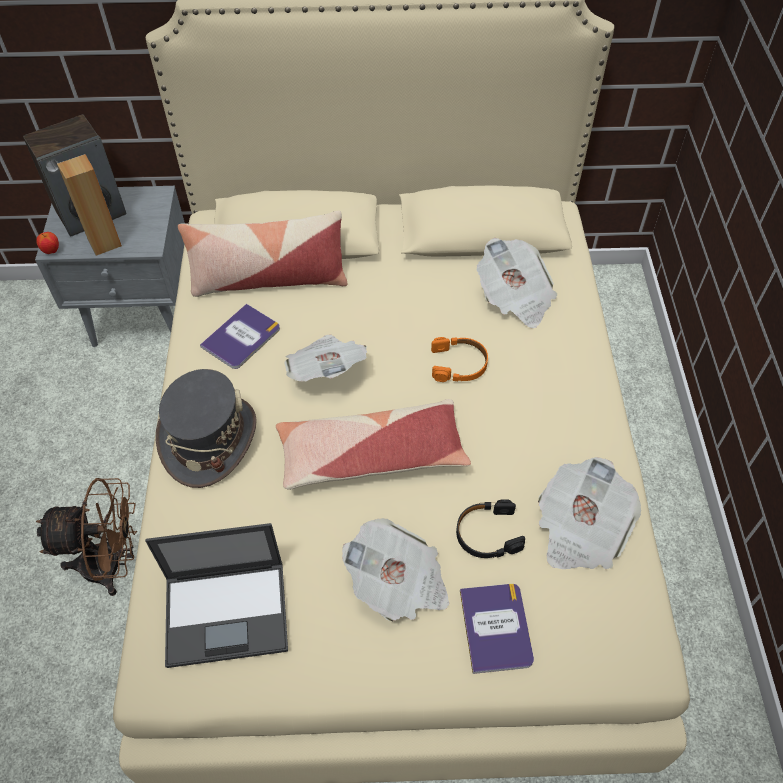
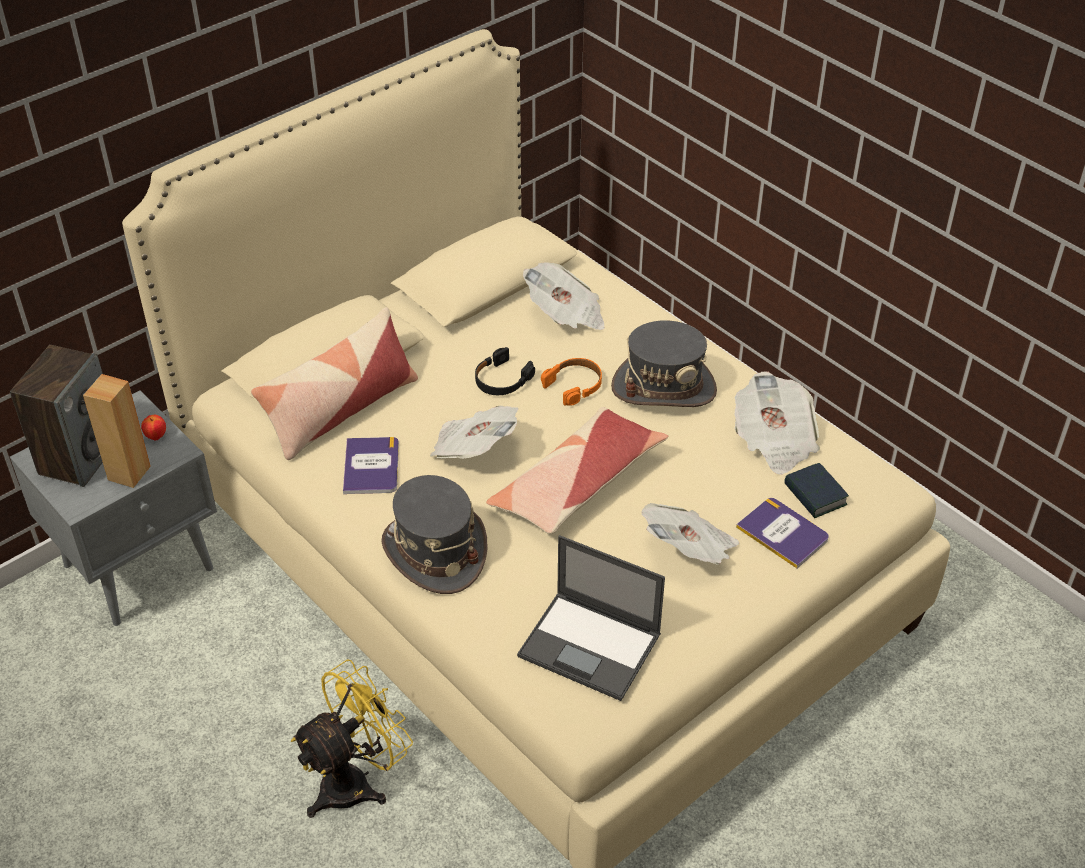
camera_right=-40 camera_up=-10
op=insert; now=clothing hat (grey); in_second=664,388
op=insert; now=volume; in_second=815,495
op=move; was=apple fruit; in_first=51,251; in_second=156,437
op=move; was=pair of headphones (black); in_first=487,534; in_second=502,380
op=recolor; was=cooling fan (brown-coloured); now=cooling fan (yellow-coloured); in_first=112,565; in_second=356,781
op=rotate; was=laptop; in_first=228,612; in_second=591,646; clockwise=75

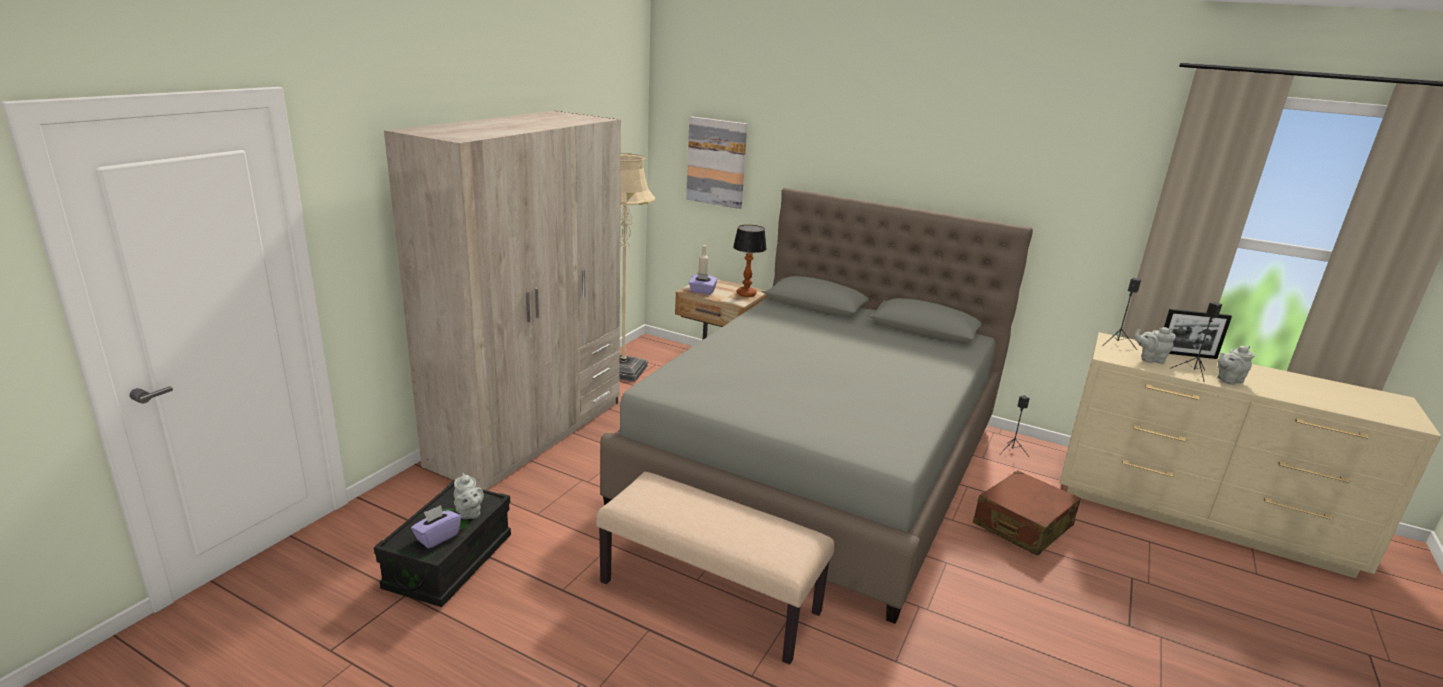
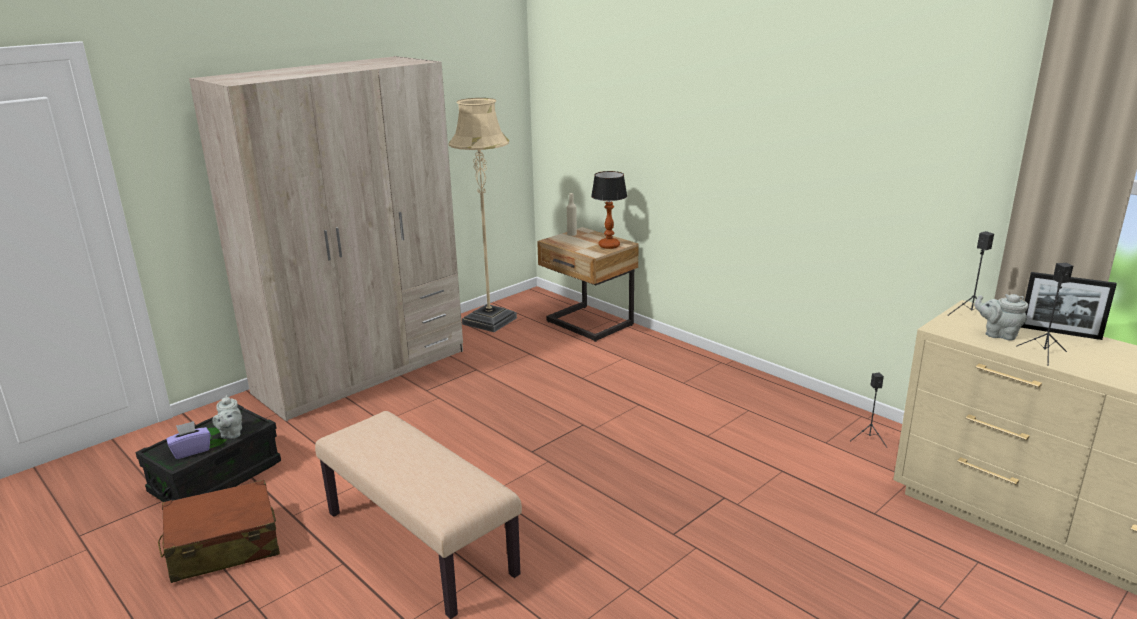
camera_right=20 camera_up=0
op=delete; was=bedroom bed (grey); in_first=818,464
op=delete; was=wall picture; in_first=716,162
op=delete; was=box of tissues (purple-coloured); in_first=702,291
op=delete; was=teapot (grey); in_first=1228,380
op=move; was=suitcase (brown-coloured); in_first=1022,525; in_second=223,546

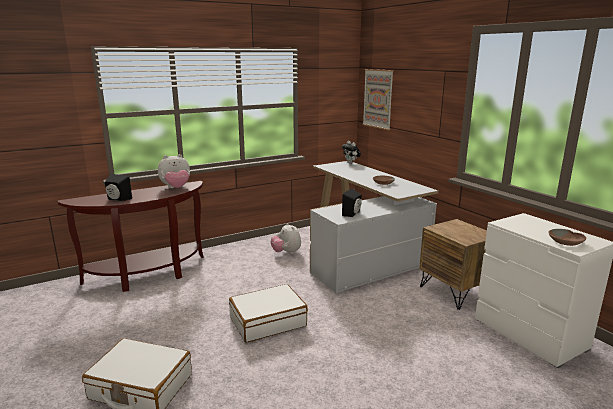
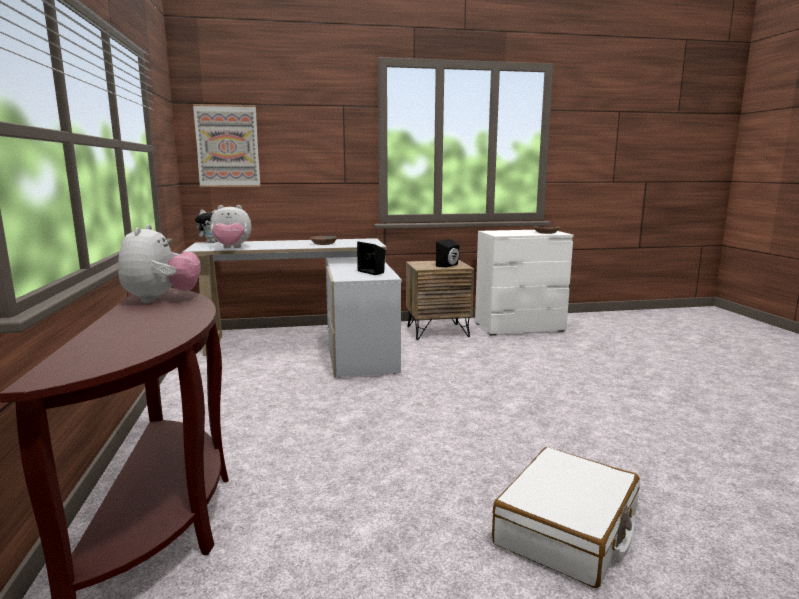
camera_right=-70 camera_up=-5
op=delete; was=suitcase (white-coloured); in_first=267,321
op=move; was=loudspeaker (black); in_first=117,199; in_second=449,265
op=move; was=cuddly toy; in_first=286,252; in_second=231,248

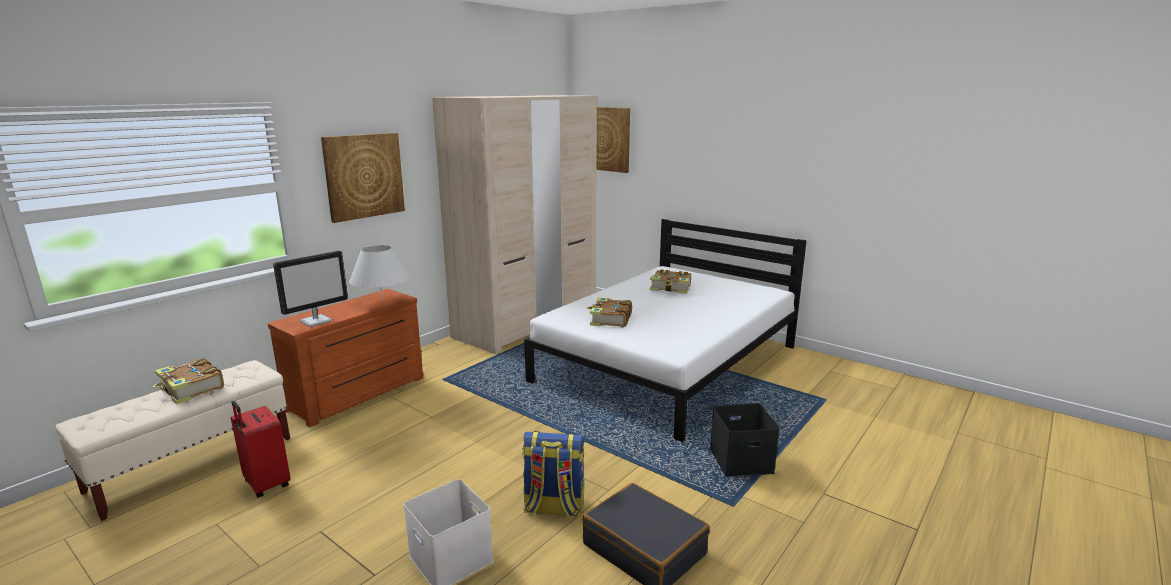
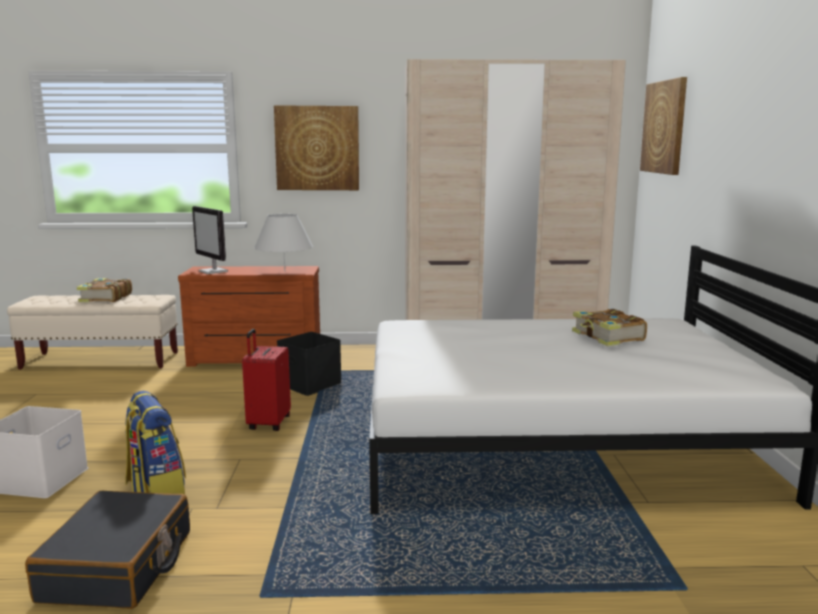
camera_right=50 camera_up=-5
op=delete; was=volume; in_first=610,320
op=move; was=suitcase (reddish); in_first=265,485; in_second=268,423
op=move; was=storage container (black); in_first=741,460; in_second=311,384
op=rotate; was=monitor; in_first=316,321; in_second=214,271; clockwise=45

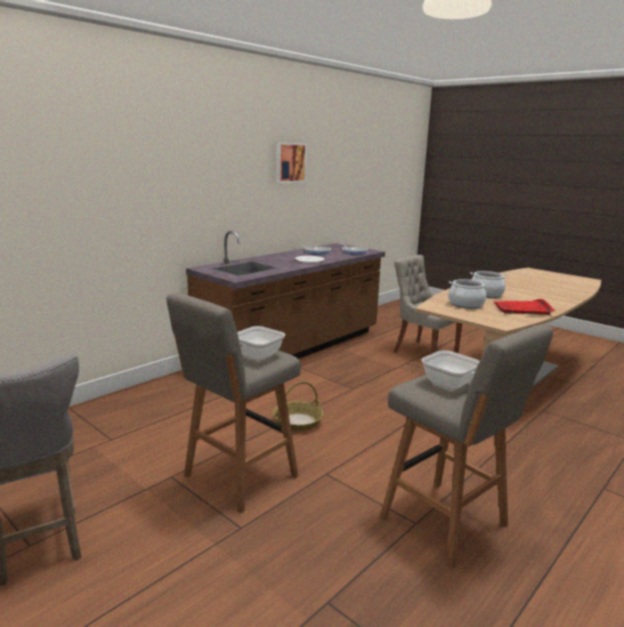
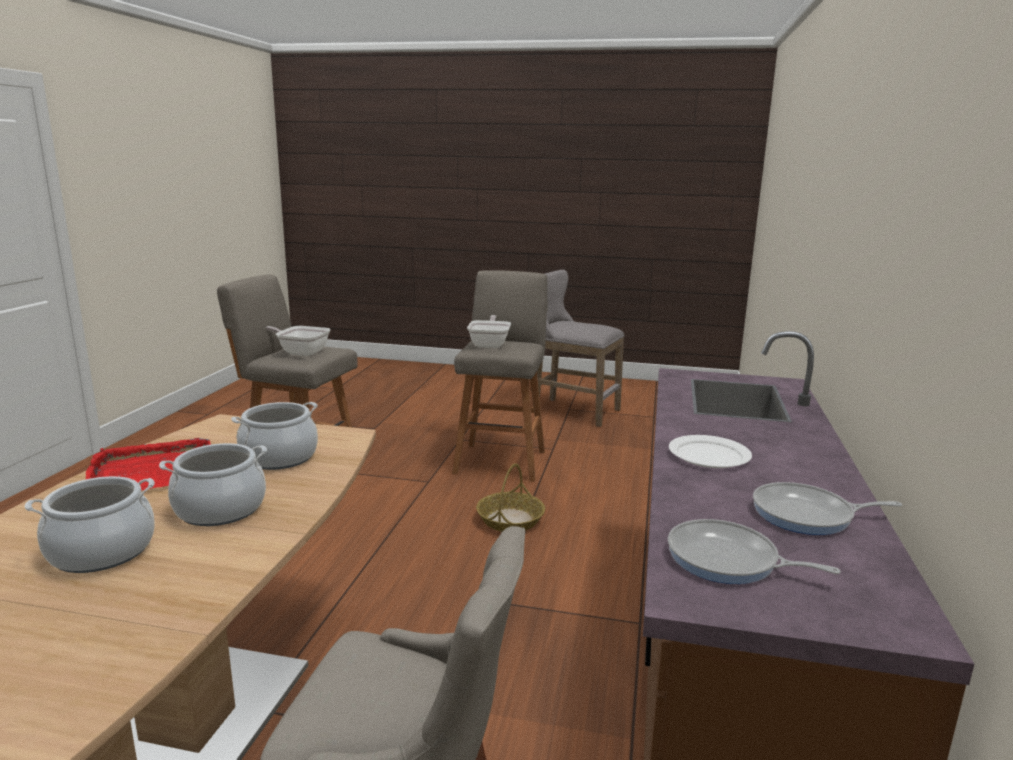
camera_right=150 camera_up=0
op=delete; was=wall picture; in_first=289,162
op=insert; now=stockpot; in_second=102,551

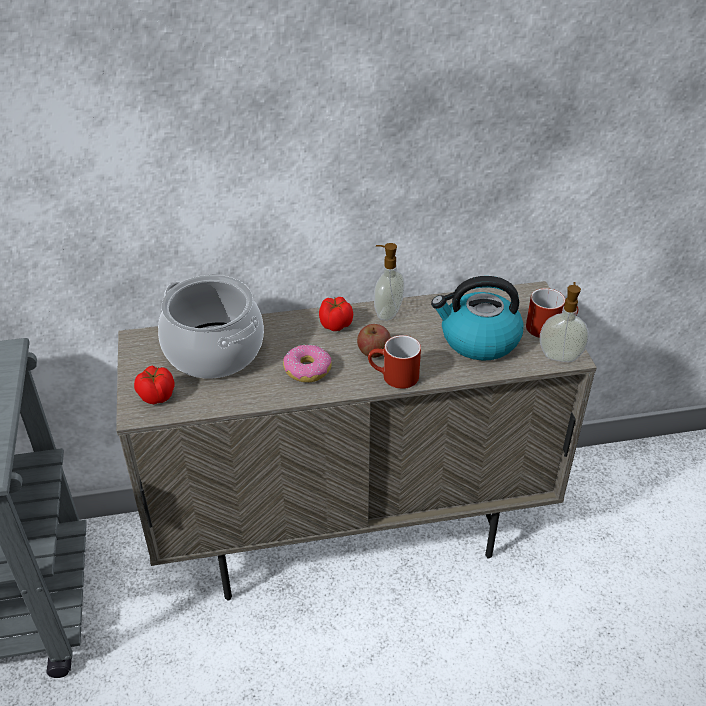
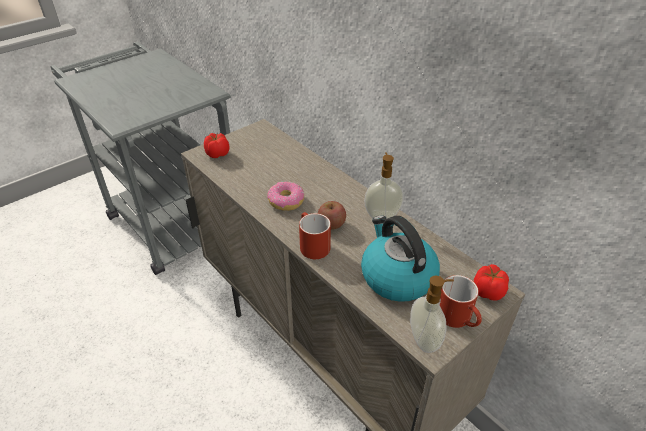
camera_right=60 camera_up=0
op=delete; was=stockpot; in_first=213,351
op=move; was=fresh tomato; in_first=335,324; in_second=488,291

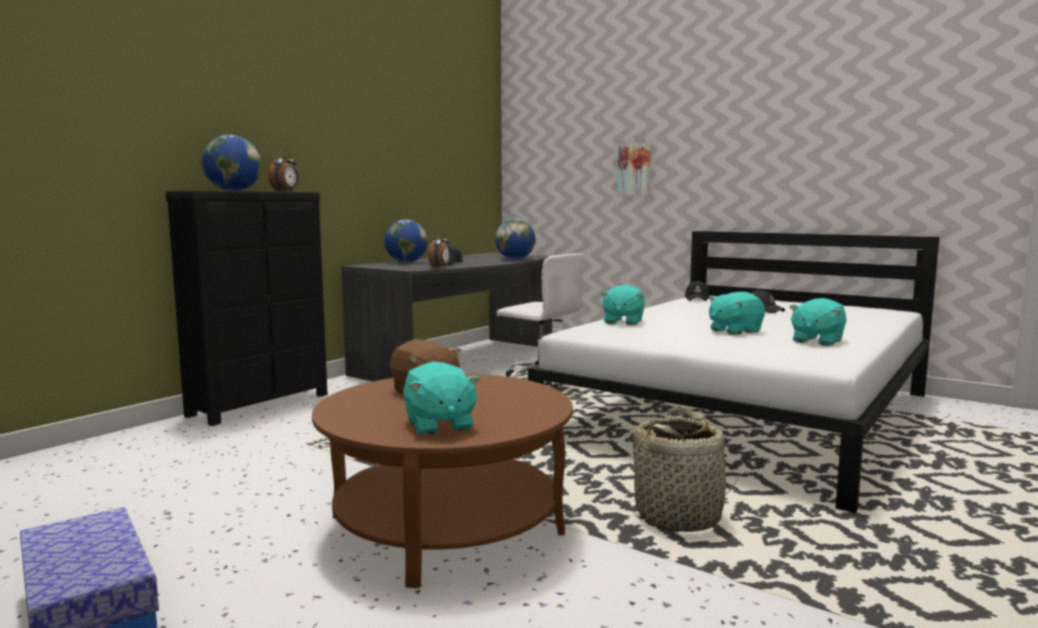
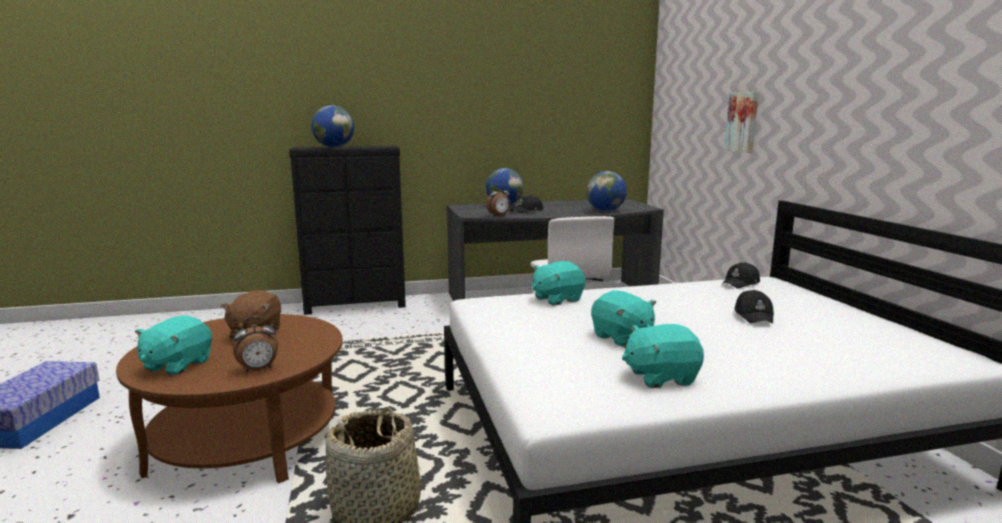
camera_right=40 camera_up=5
op=move; was=alarm clock; in_first=285,191; in_second=258,370
op=rotate; was=cuddly toy (blue-green); in_first=734,331; in_second=621,337; clockwise=-135

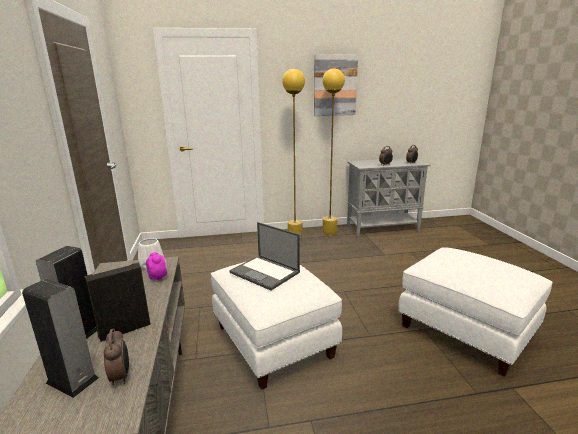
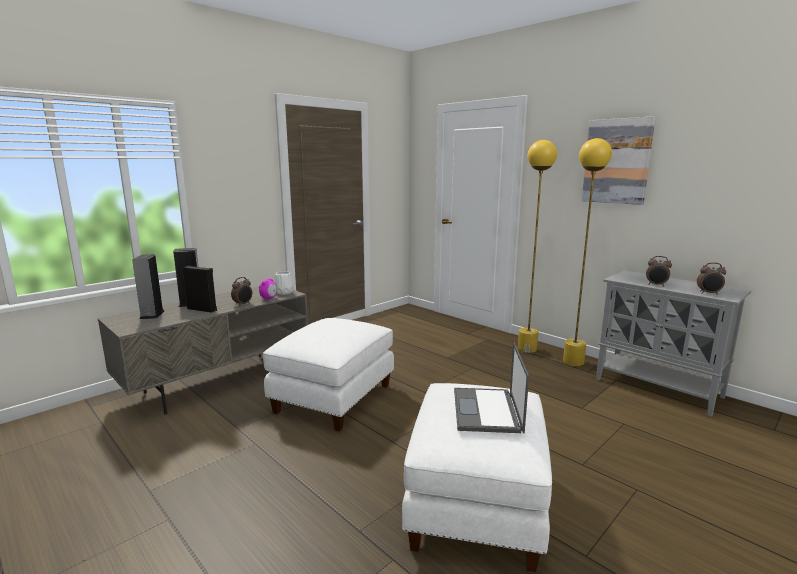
camera_right=55 camera_up=-5
op=move; was=alarm clock; in_first=121,376; in_second=243,304
op=move; was=laptop; in_first=265,272; in_second=487,411

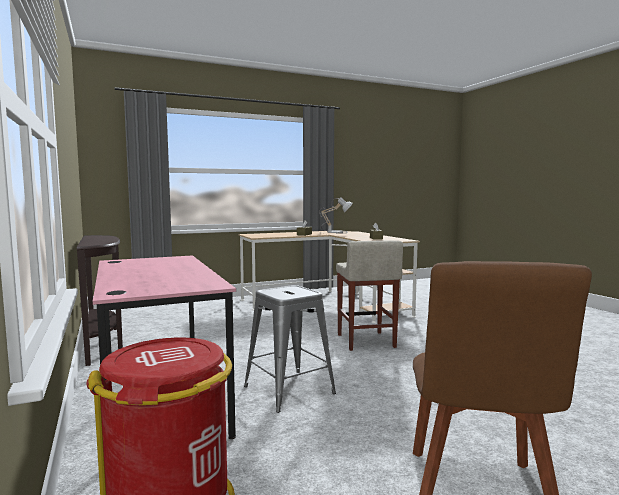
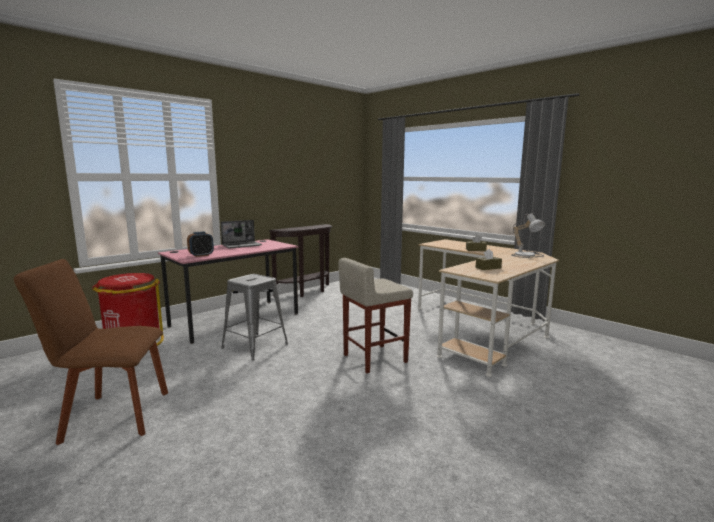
camera_right=70 camera_up=5
op=insert; now=alarm clock; in_second=201,255
op=insert; now=laptop; in_second=242,245

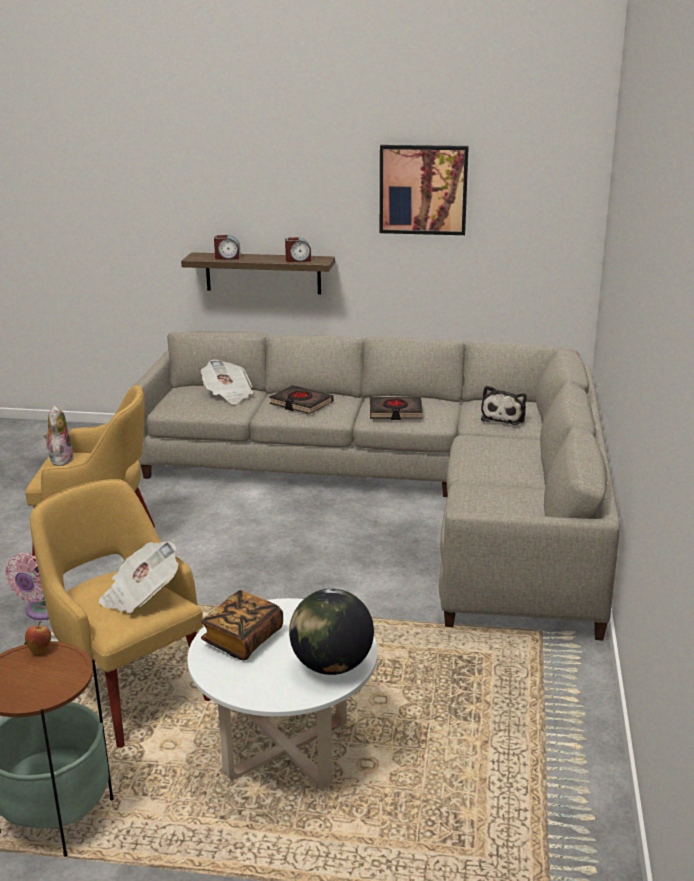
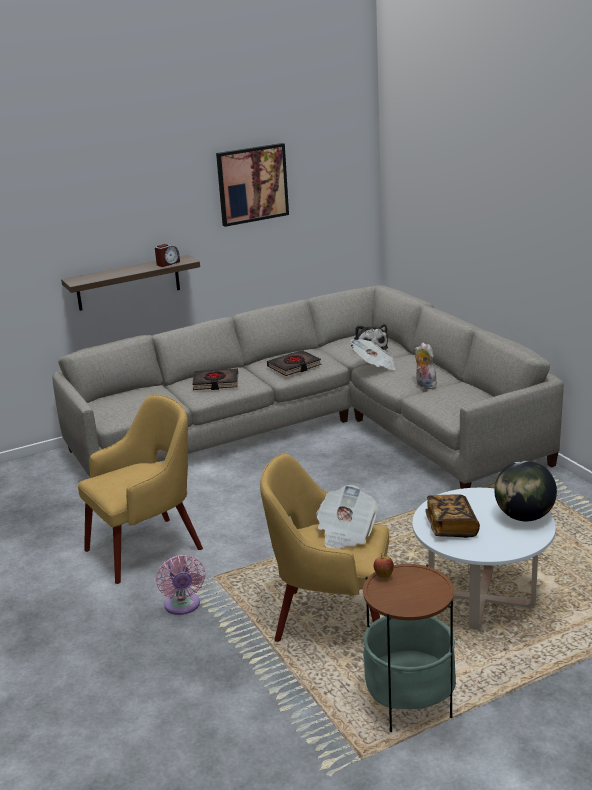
camera_right=-35 camera_up=0
op=delete; was=alarm clock; in_first=227,257
op=move; was=cuddly toy; in_first=60,459; in_second=424,385
op=move; was=daily paper; in_first=228,395; in_second=374,366

